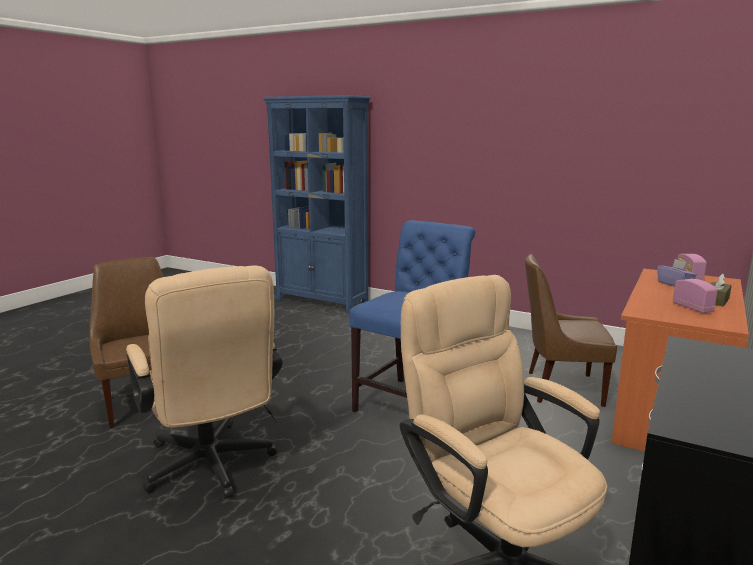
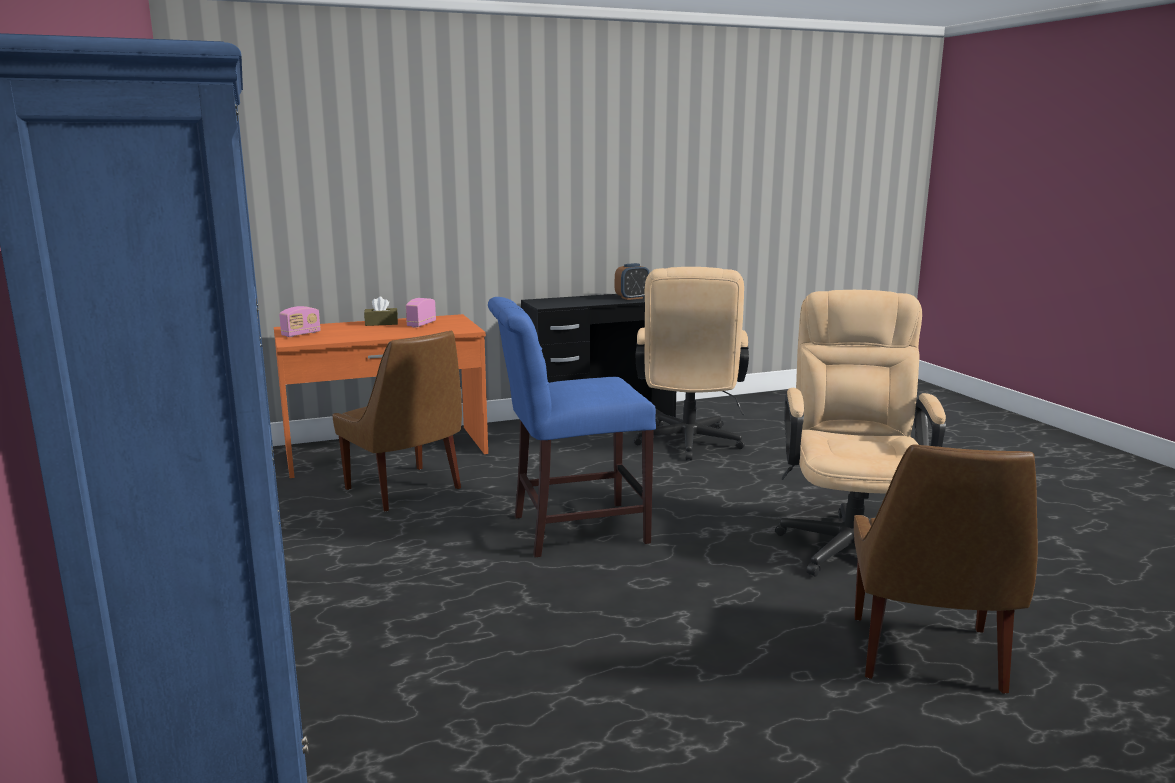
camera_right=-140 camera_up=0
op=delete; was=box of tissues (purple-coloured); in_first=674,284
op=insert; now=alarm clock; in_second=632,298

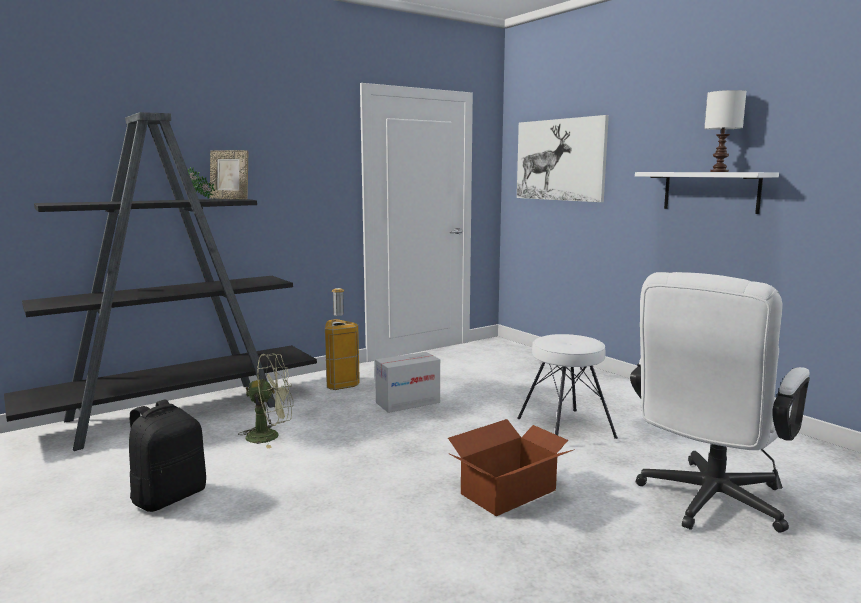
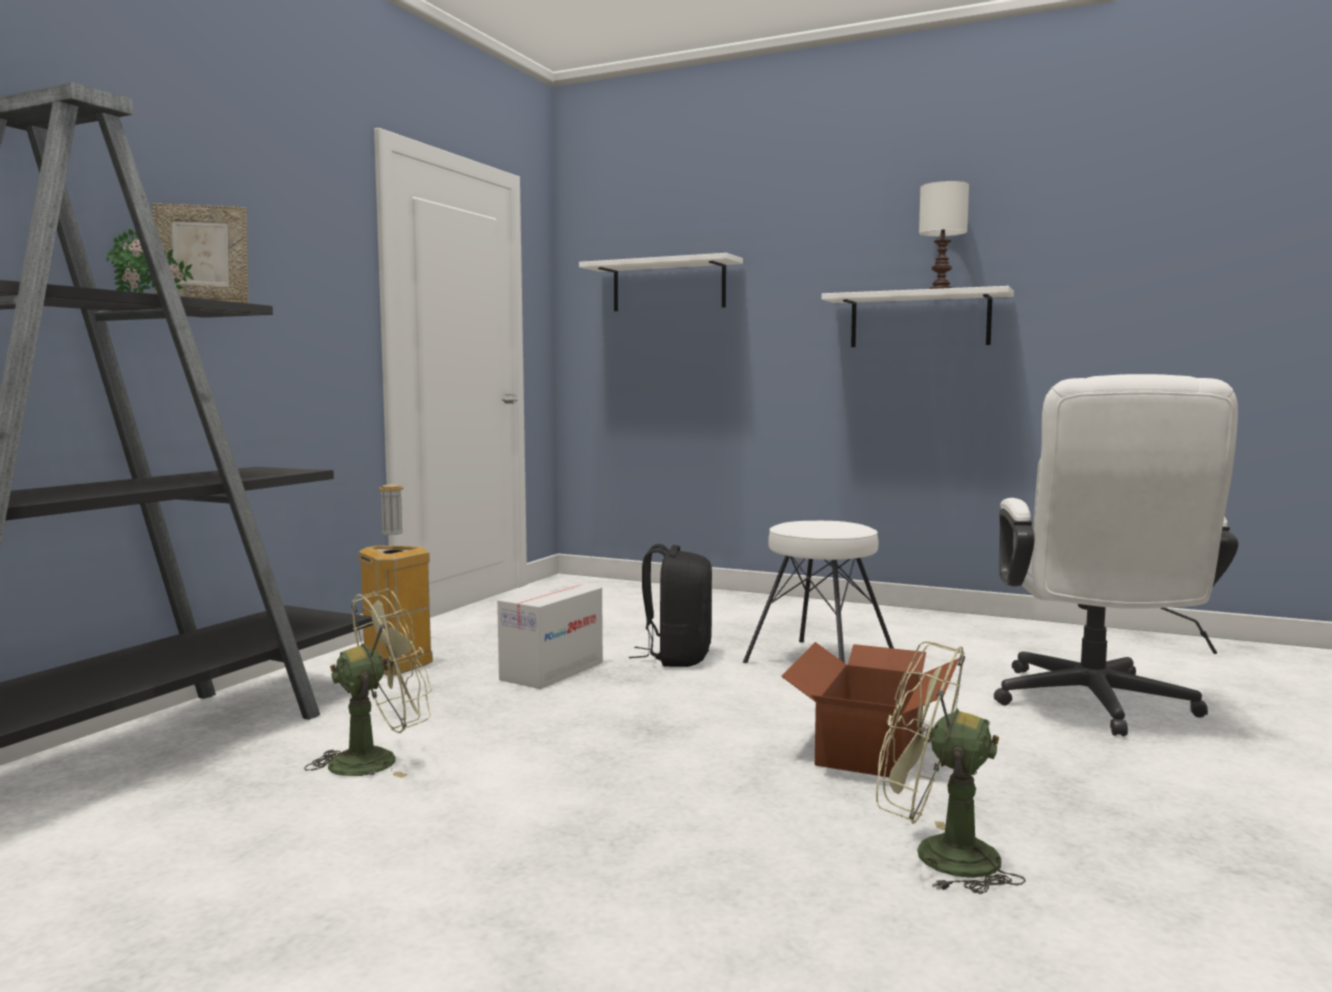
camera_right=-30 camera_up=-5
op=insert; now=cooling fan (green); in_second=937,856
op=move; was=knapsack (black); in_first=169,496; in_second=677,657
op=replace; was=wall picture; now=shelf (white-coloured); in_first=560,160; in_second=668,286

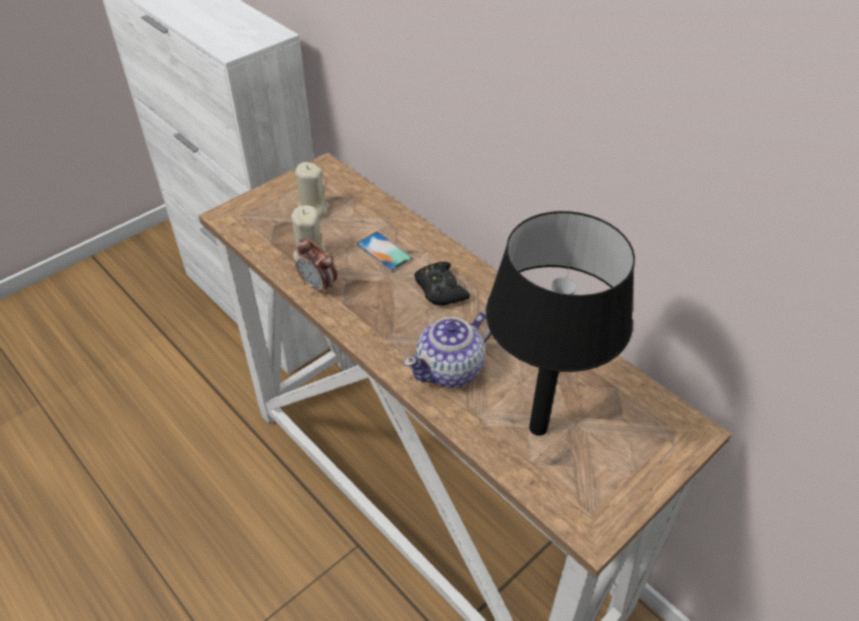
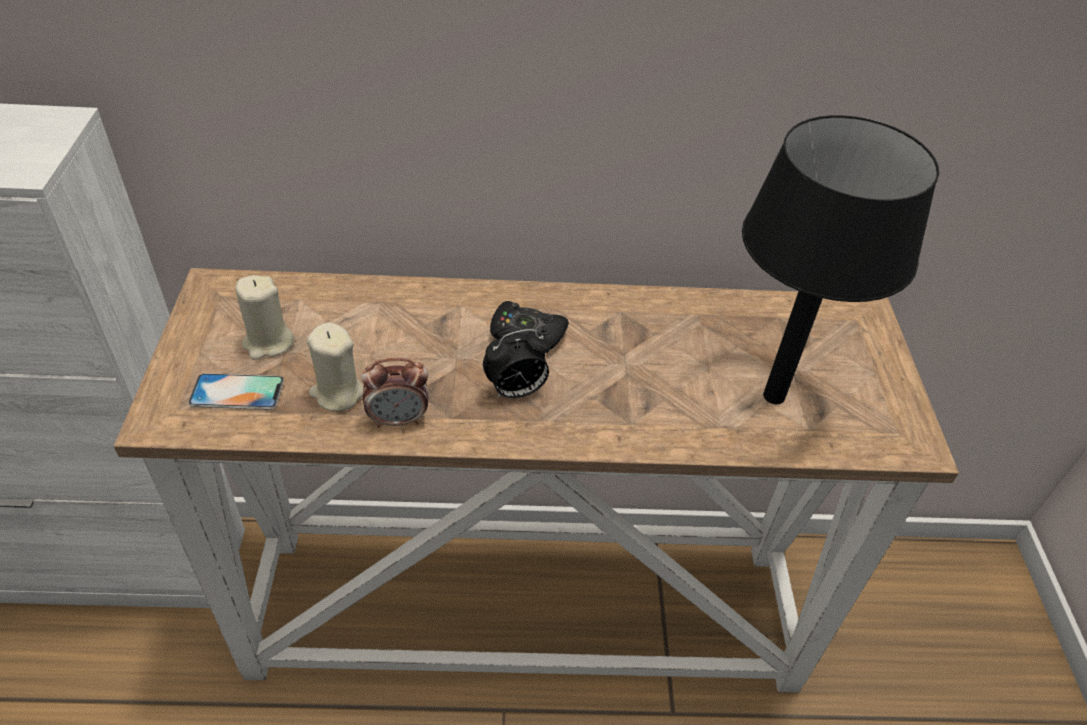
camera_right=-50 camera_up=0
op=delete; was=teapot; in_first=451,369
op=insert; now=alarm clock; in_second=516,391
op=move; was=phone; in_first=384,251; in_second=237,392

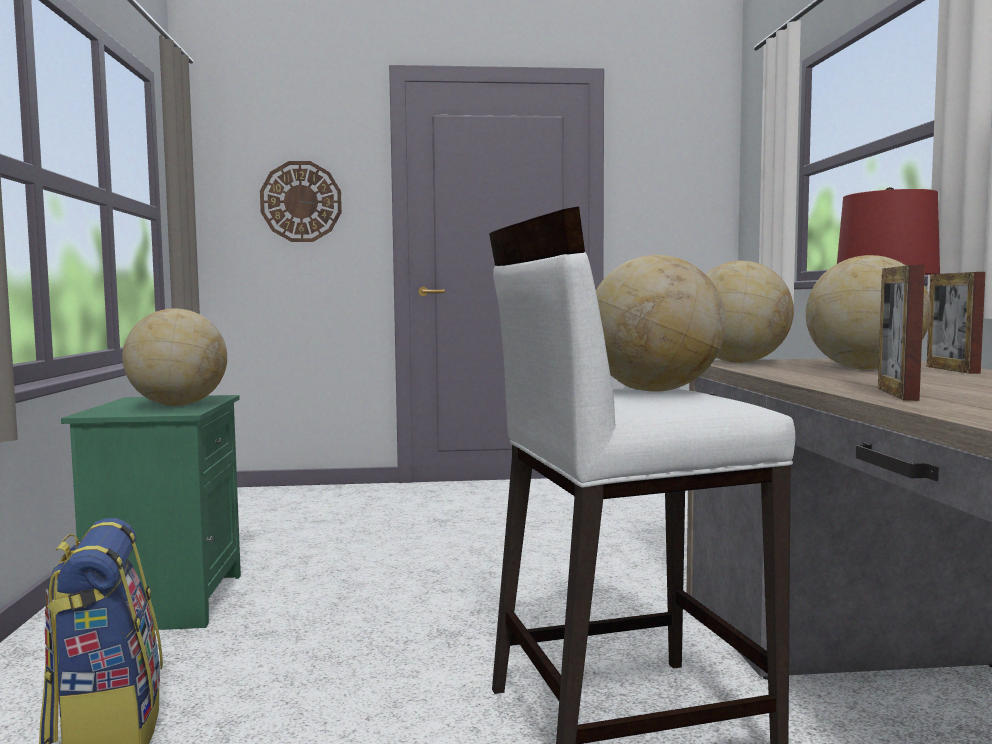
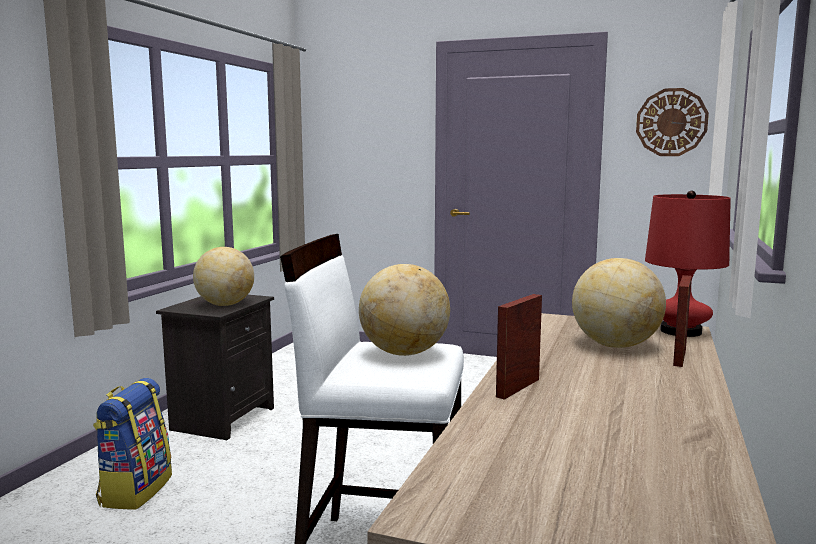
camera_right=25 camera_up=5
op=delete; was=desk globe; in_first=738,362
op=move; was=hanging clock; in_first=301,201; in_second=671,122
op=recolor; was=night table (green); now=night table (black); in_first=166,601; in_second=223,418

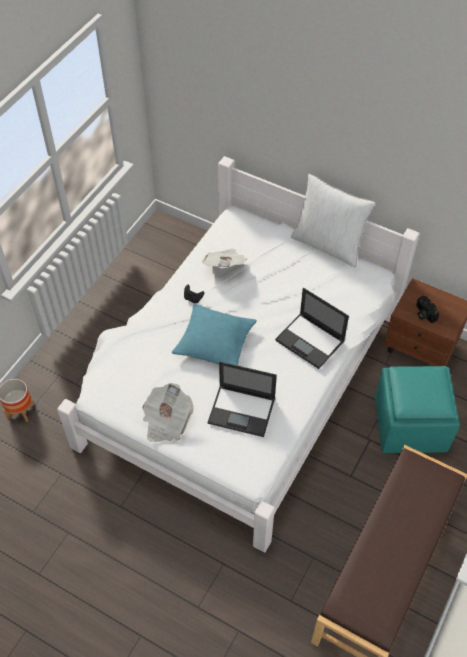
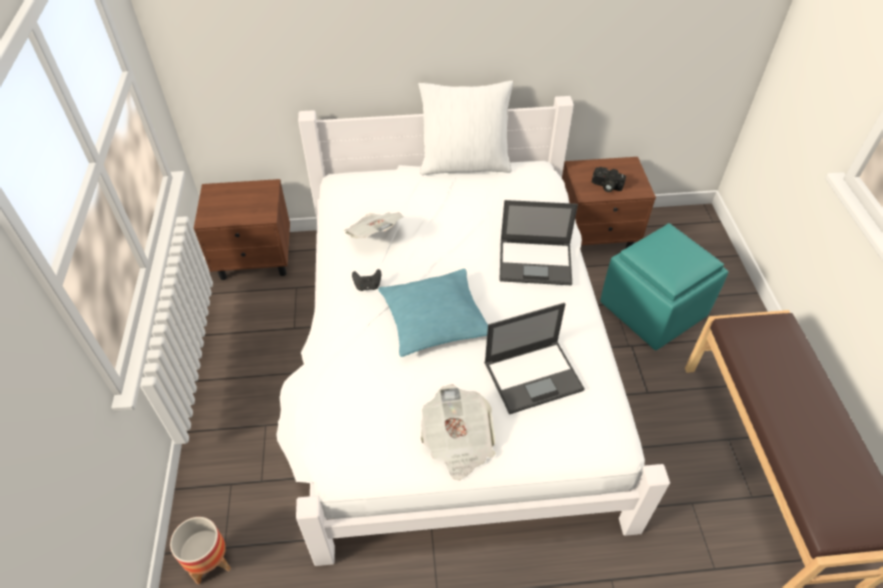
camera_right=-35 camera_up=-5
op=insert; now=night table (brown-coloured); in_second=256,259

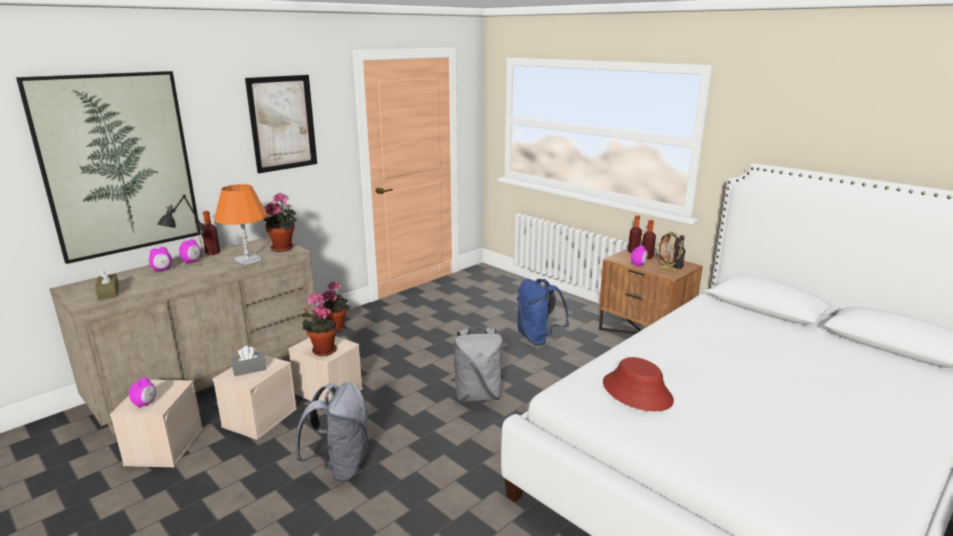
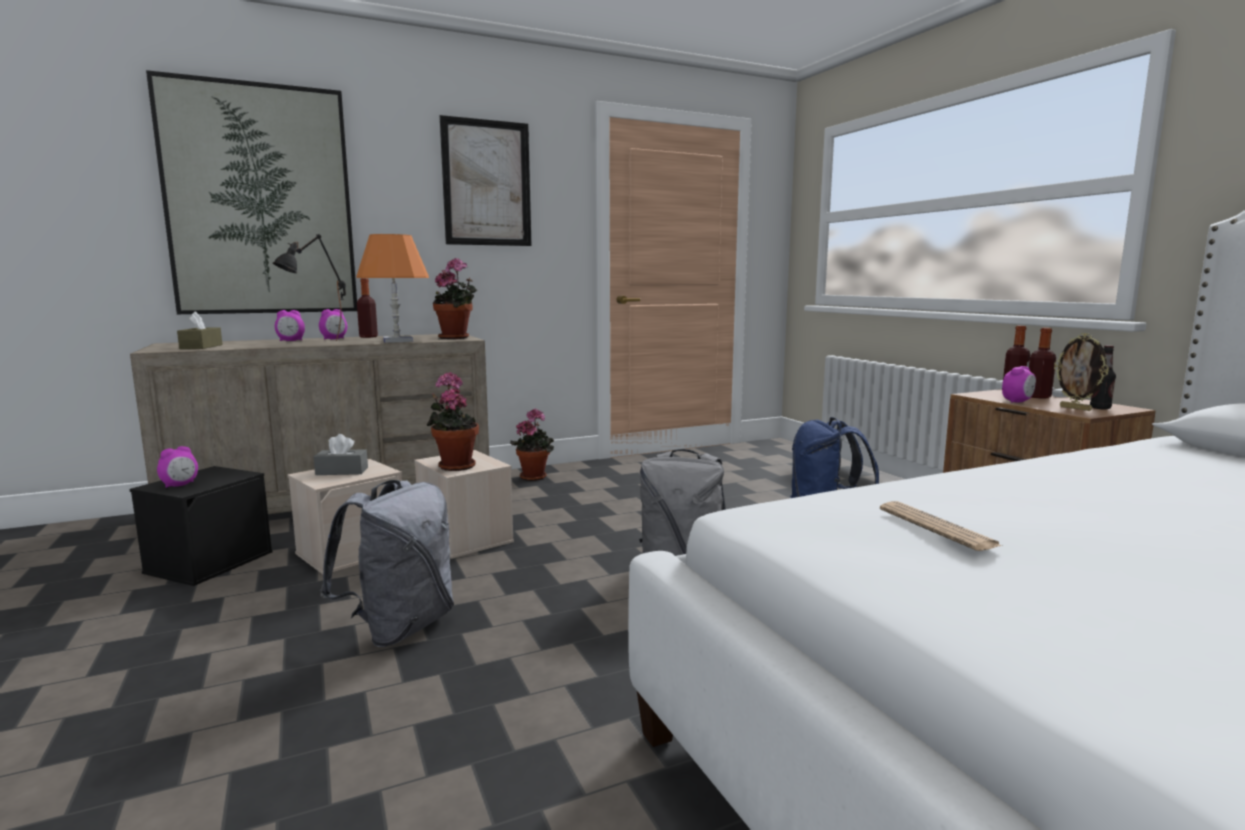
camera_right=20 camera_up=-10
op=replace; was=clothing hat (reddish); now=daily paper; in_first=637,392; in_second=936,527
op=recolor; was=storage container (sand-coloured); now=storage container (black); in_first=164,446; in_second=210,561

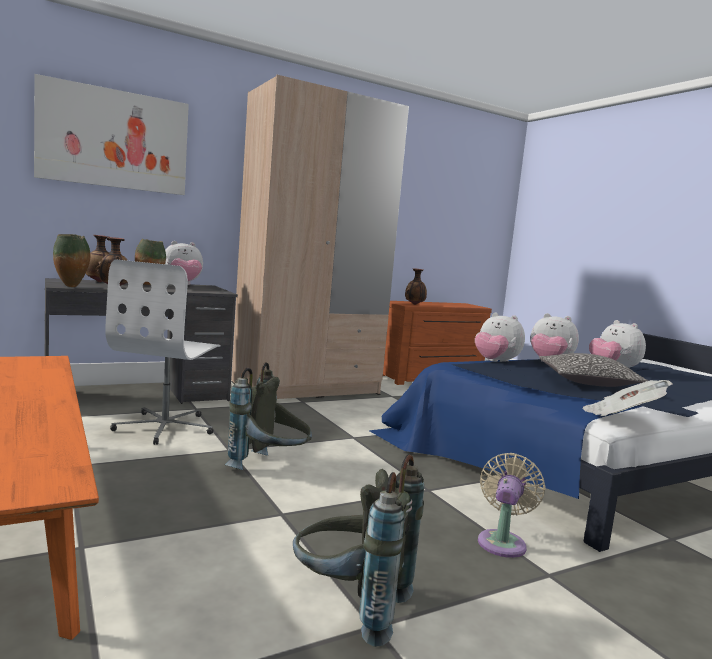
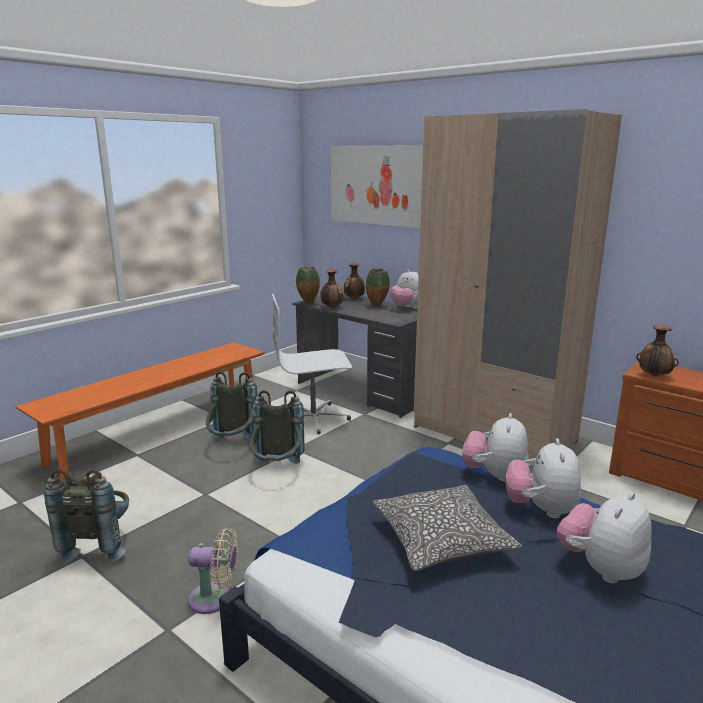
camera_right=70 camera_up=10
op=delete; was=daily paper; in_first=622,417
op=insert; now=knapsack (grey); in_second=232,446

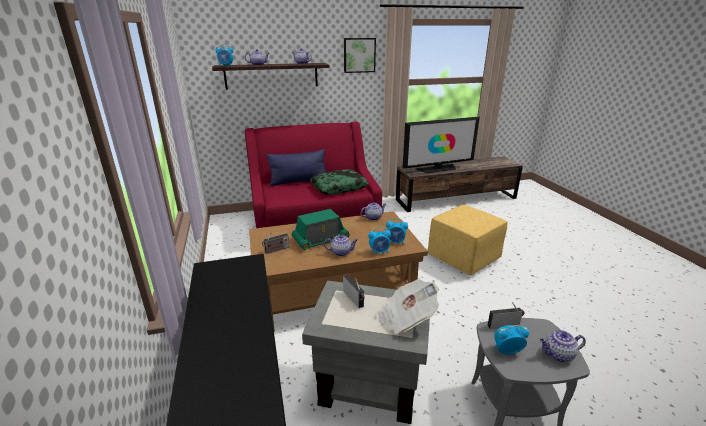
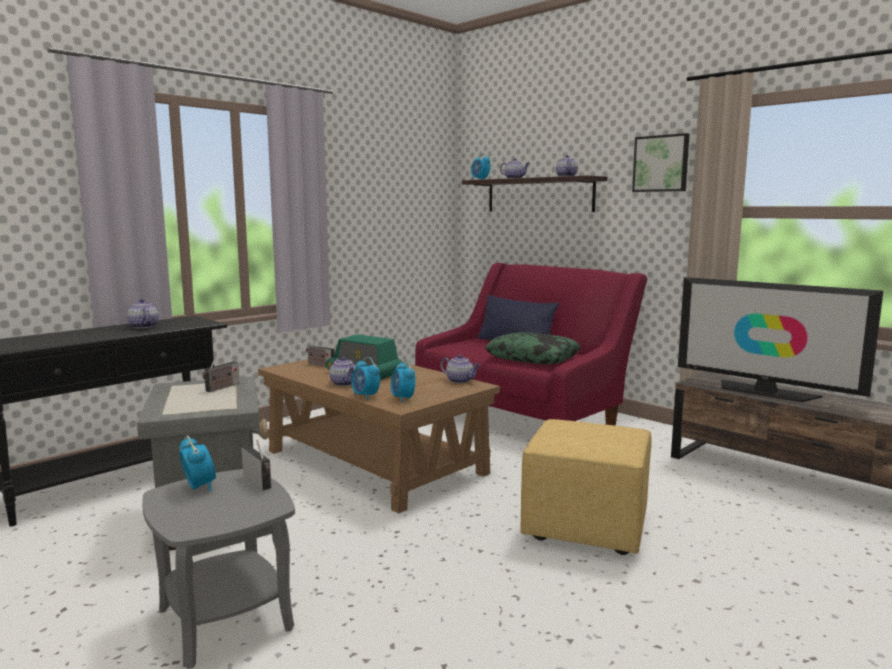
camera_right=60 camera_up=-15
op=delete; was=daily paper; in_first=405,318
op=move; was=teapot; in_first=558,355; in_second=143,326

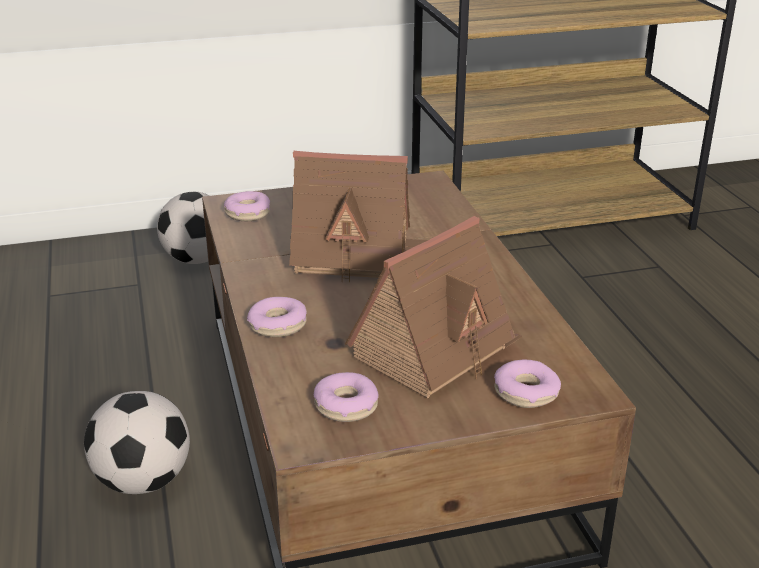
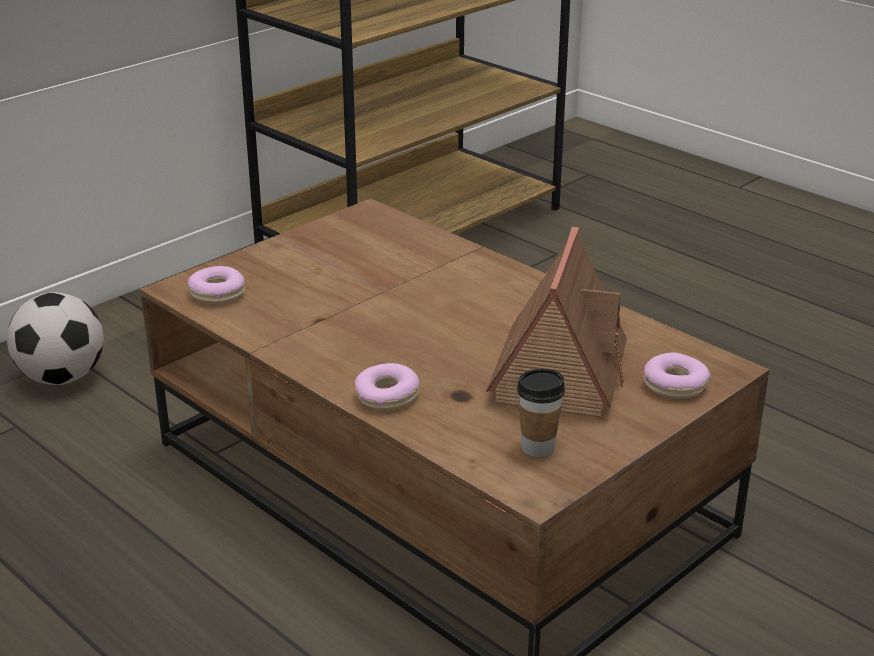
camera_right=-30 camera_up=0
op=delete; was=ball for football; in_first=143,481
op=delete; was=miniature house; in_first=360,257
op=replace; was=donut; now=drinking cup; in_first=346,406; in_second=538,448

